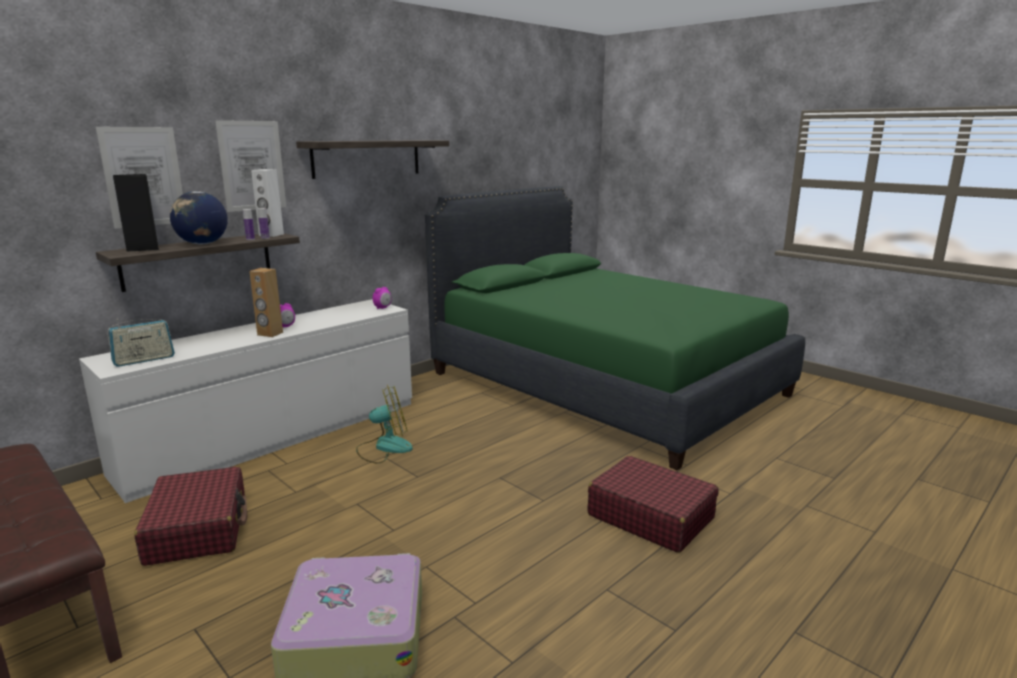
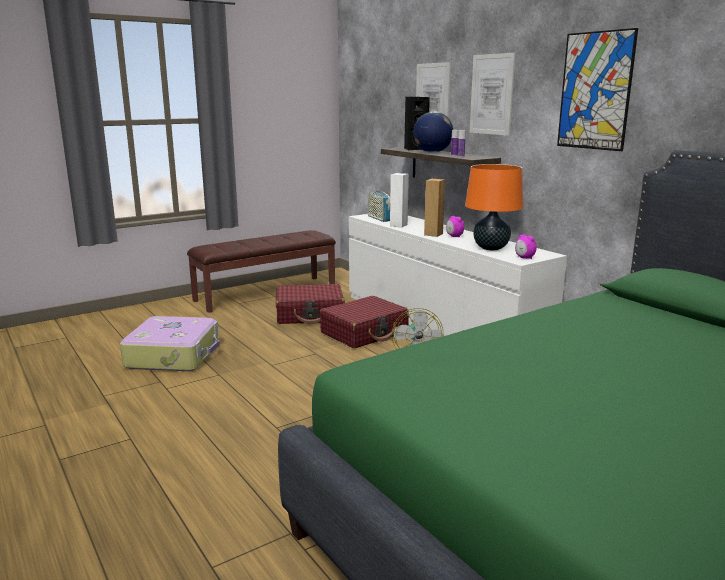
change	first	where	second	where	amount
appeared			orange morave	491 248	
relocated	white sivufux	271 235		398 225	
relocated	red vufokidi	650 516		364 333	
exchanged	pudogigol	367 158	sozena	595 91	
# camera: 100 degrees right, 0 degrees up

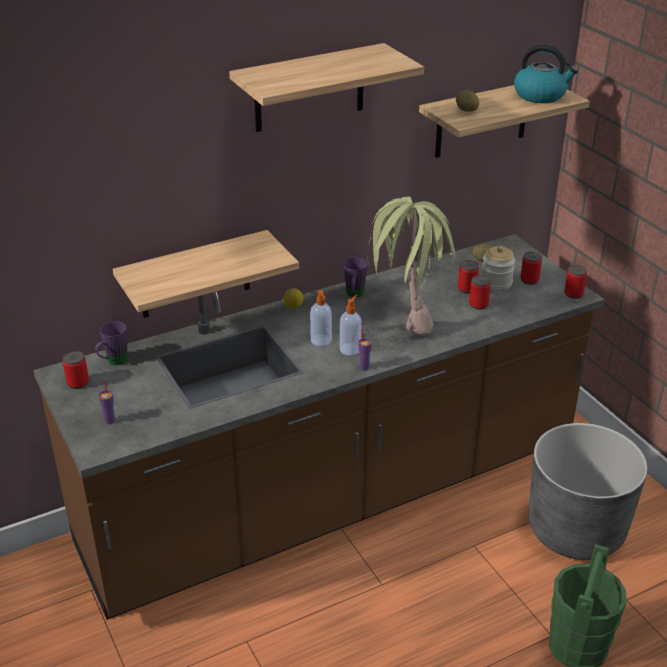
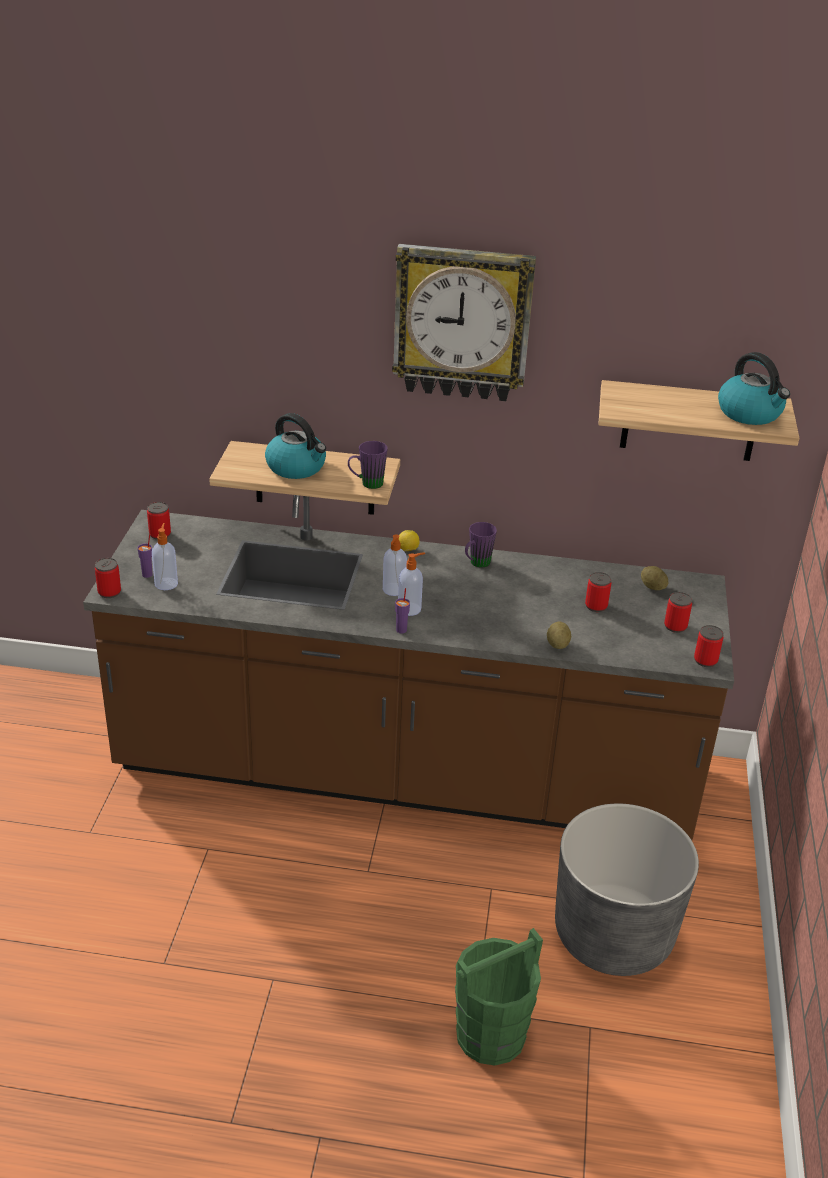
change	first	where	second	where	amount
missing	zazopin	406 316			
missing	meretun	496 283			
appeared			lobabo	166 583	
appeared			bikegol	297 467	
relocated	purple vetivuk	113 362		366 484	
relocated	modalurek	466 111		557 644	
relocated	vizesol	478 304		109 592	
exchanged	pudogigol	309 88	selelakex	462 323	
# camera: 35 degrees right, 0 degrees up

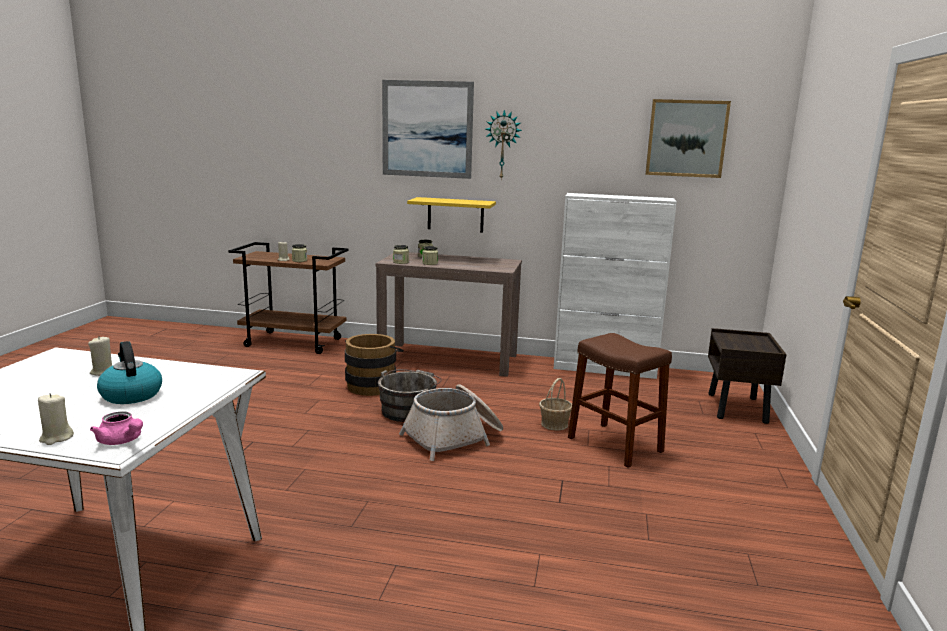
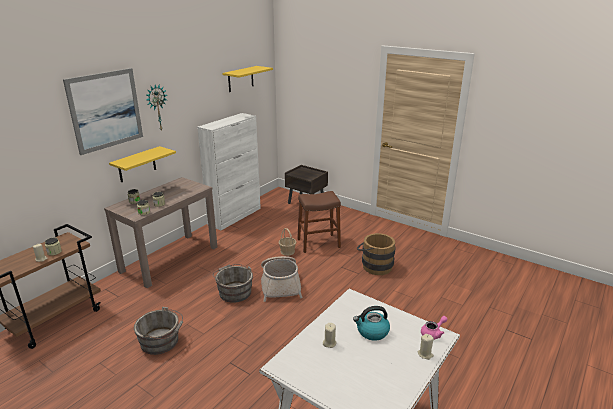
change	first	where	second	where	amount
appeared			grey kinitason	162 341	
relocated	brown kinitason	372 385		374 265	
exchanged	sozena	686 138	yellow pudogigol	240 79	
# camera: 65 degrees left, 10 degrees up

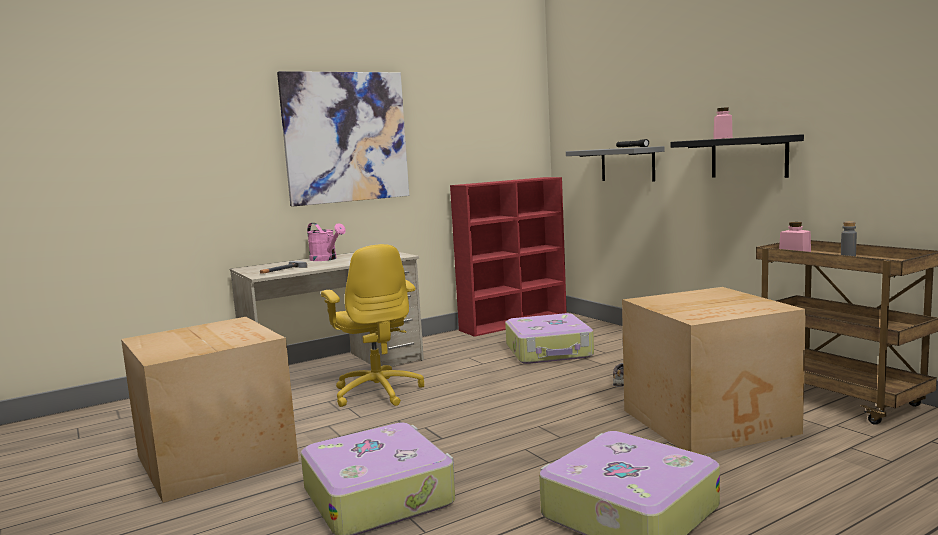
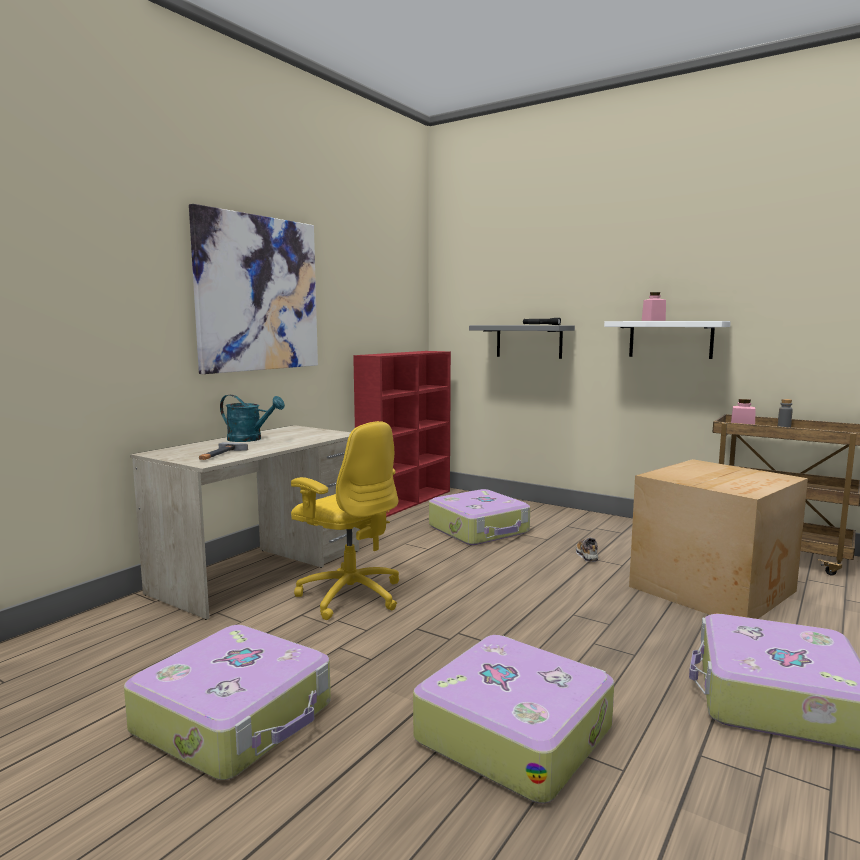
change	first	where	second	where	amount
exchanged	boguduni	217 457	vufokidi	236 718	
colour	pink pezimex	326 259	turquoise pezimex	250 439	
colour	black pudogigol	748 157	white pudogigol	670 339	
# camera: 25 degrees left, 0 degrees up

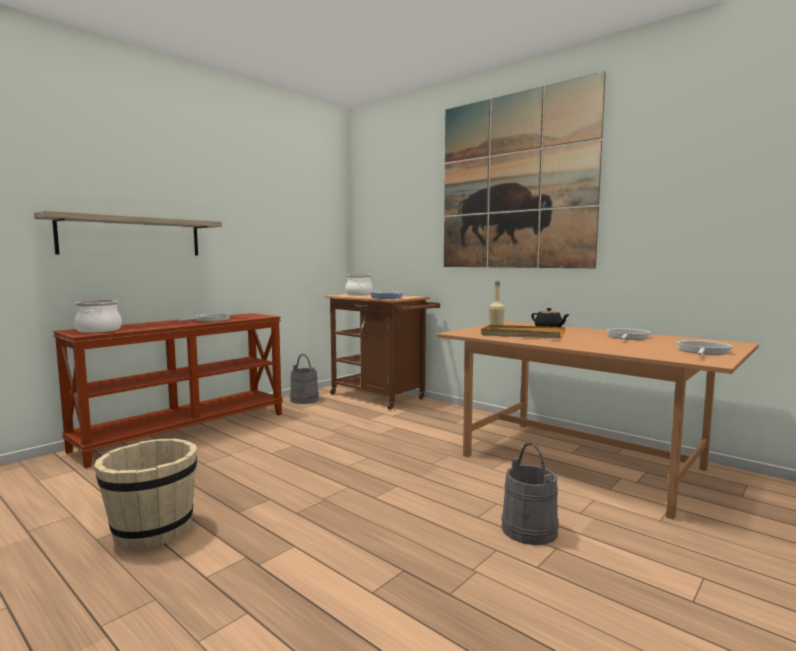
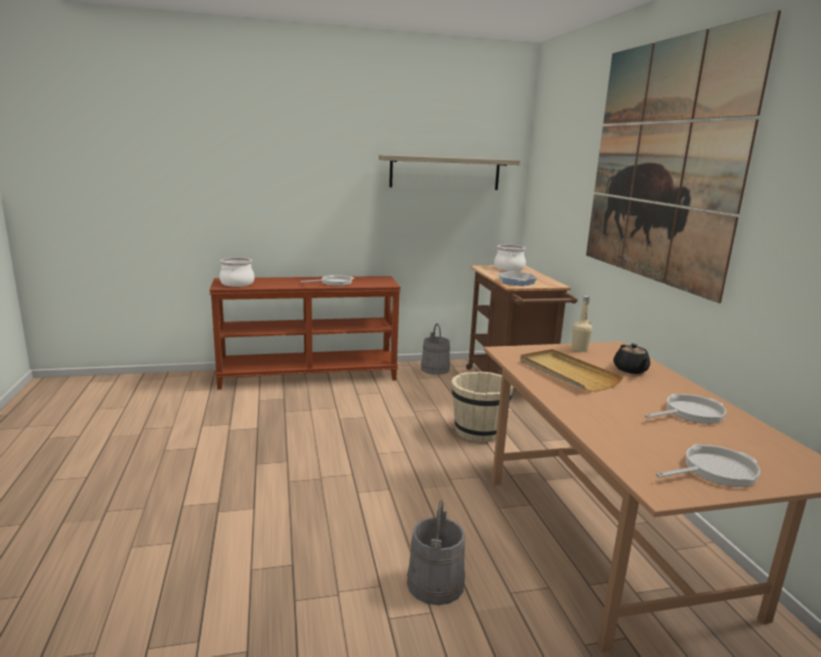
change	first	where	second	where	amount
relocated	pudogigol	132 236		445 173	
relocated	beige kinitason	152 530		478 431	
# camera: 35 degrees right, 10 degrees up

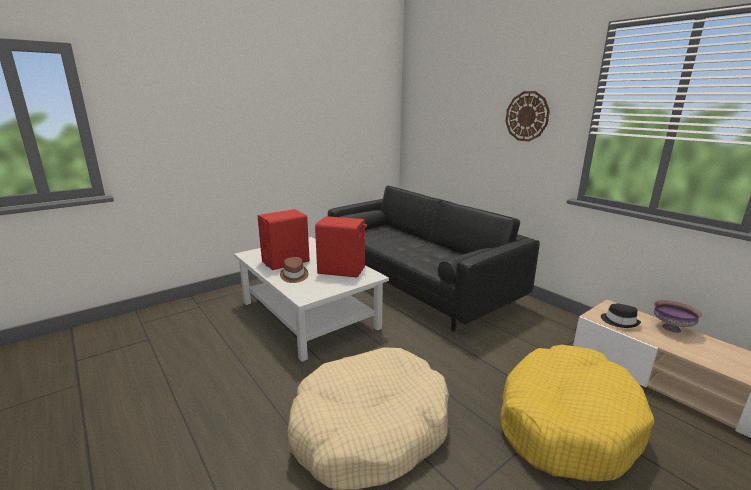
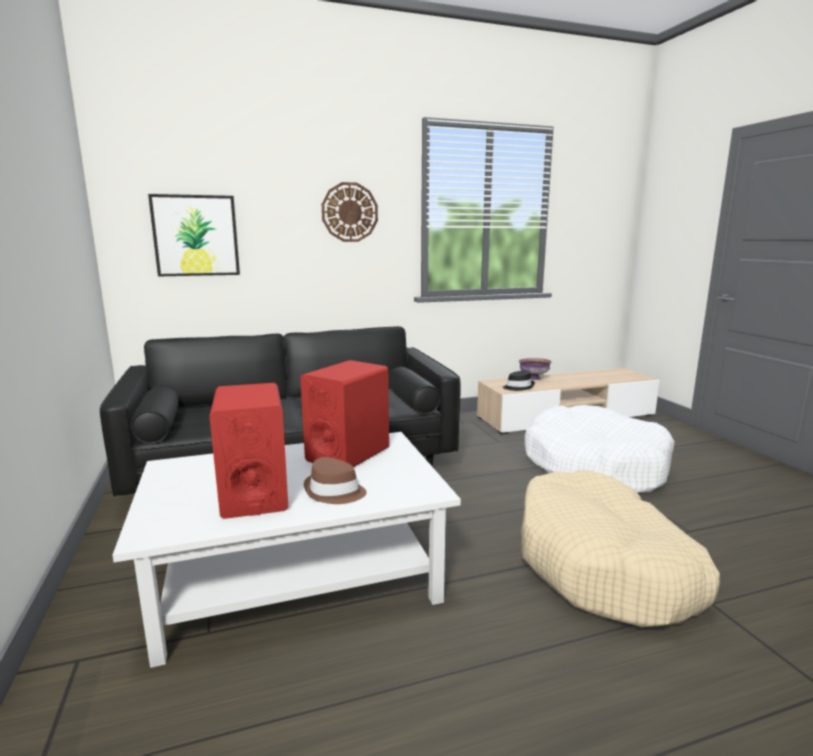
change	first	where	second	where	amount
appeared			sozena	196 236	
colour	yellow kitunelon	566 422	white kitunelon	594 465	
# camera: 70 degrees left, 5 degrees down

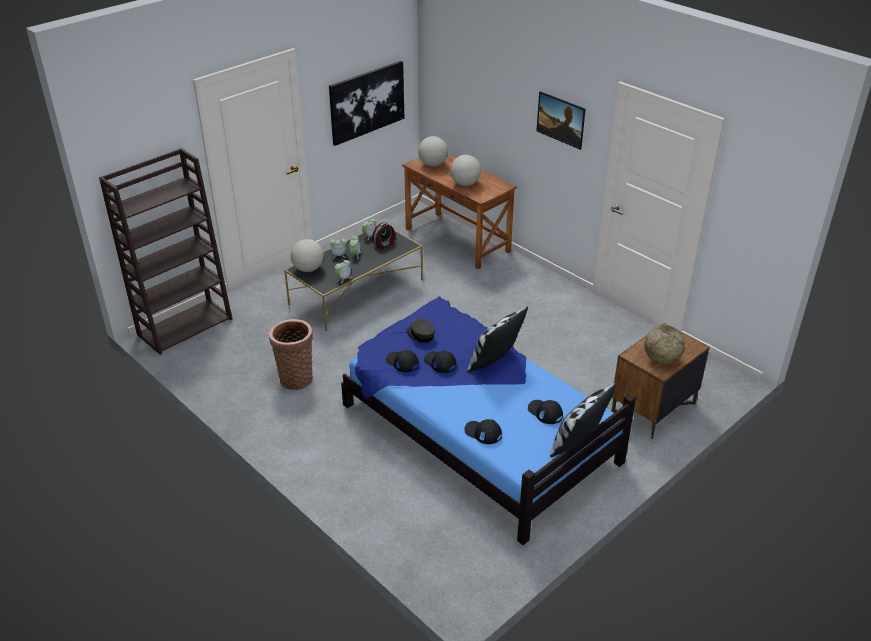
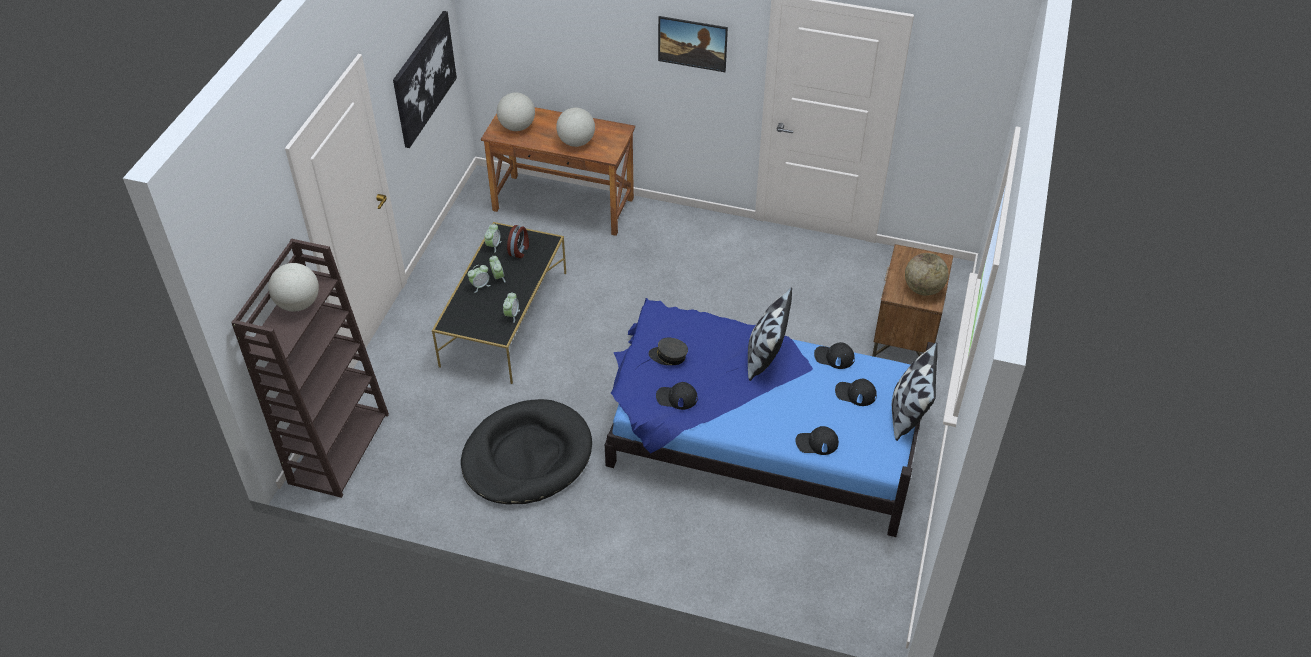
change	first	where	second	where	amount
relocated	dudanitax	308 269		298 304	
relocated	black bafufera	440 362		834 357	
exchanged	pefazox	295 377	black kitunelon	527 456	
# camera: 30 degrees left, 10 degrees up

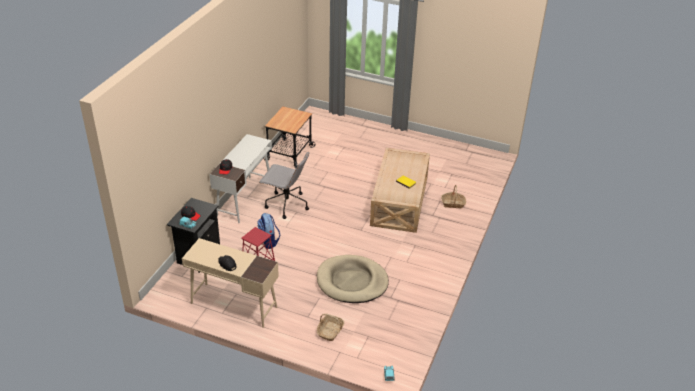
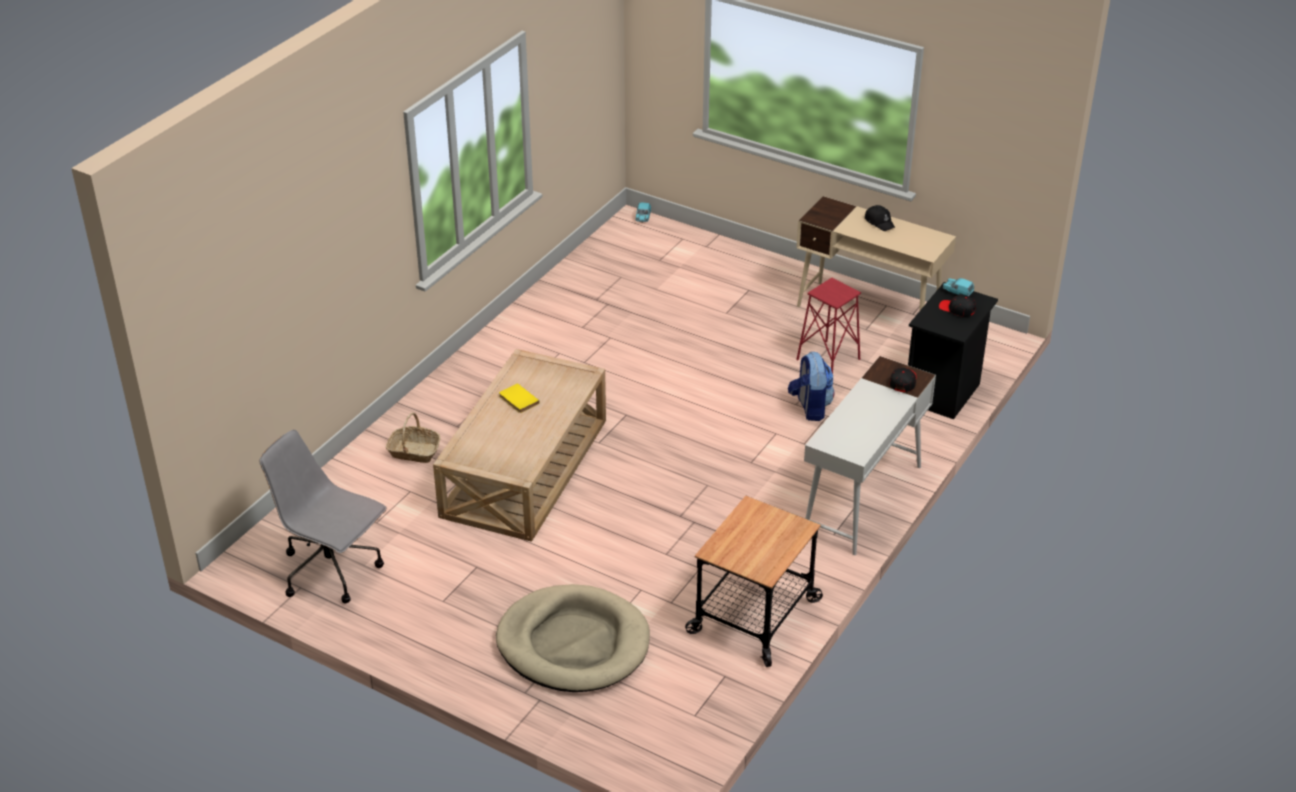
change	first	where	second	where	amount
missing	pefazox	330 331			
relocated	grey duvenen	286 205		332 571	
relocated	beige kitunelon	352 281		573 644	
# camera: 170 degrees left, 0 degrees up

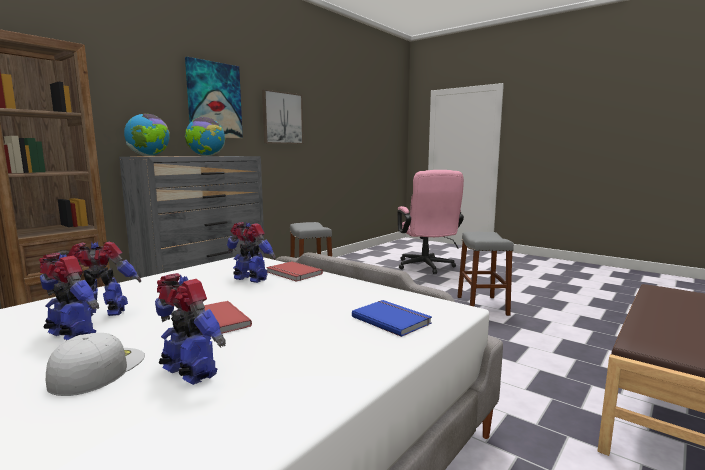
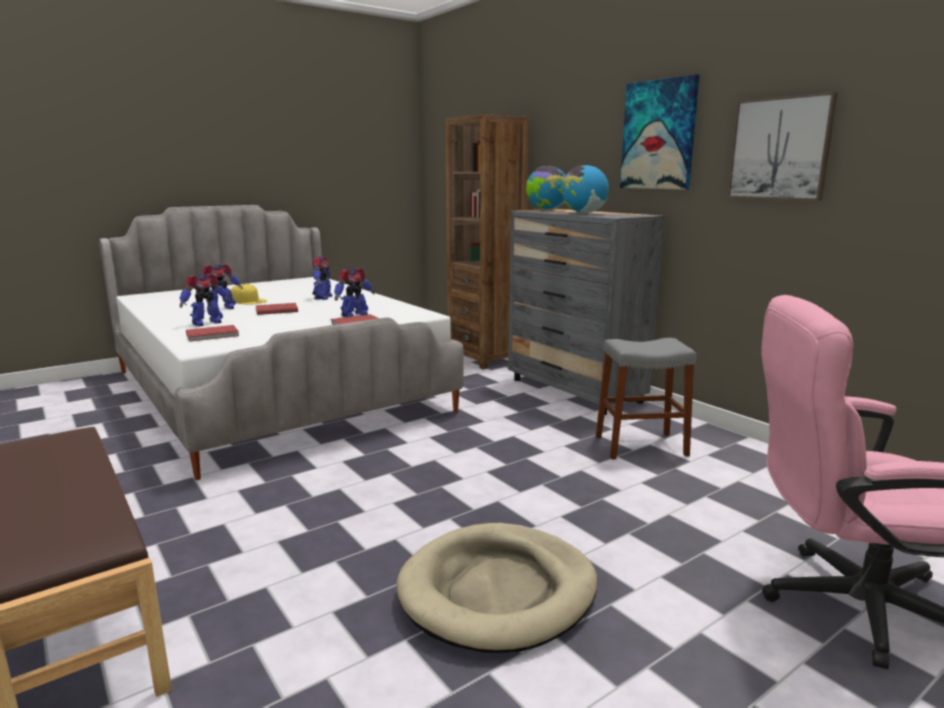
change	first	where	second	where	amount
relocated	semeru	71 335		206 323	
exchanged	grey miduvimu	482 306	beige kitunelon	498 591	
colour	white bafufera	98 369	yellow bafufera	248 301	
colour	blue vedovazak	392 319	red vedovazak	213 335	
# camera: 105 degrees right, 5 degrees up

